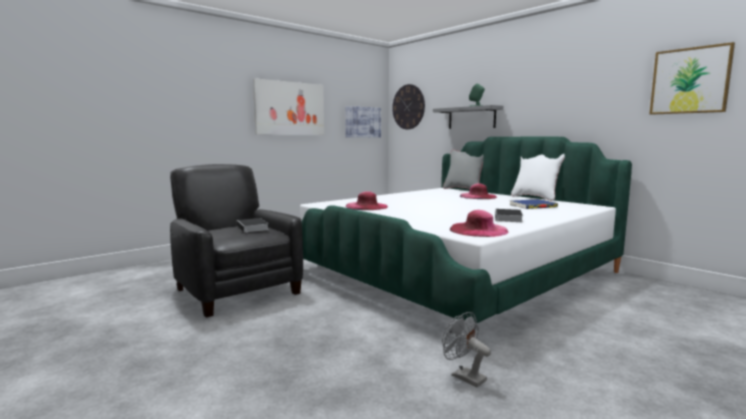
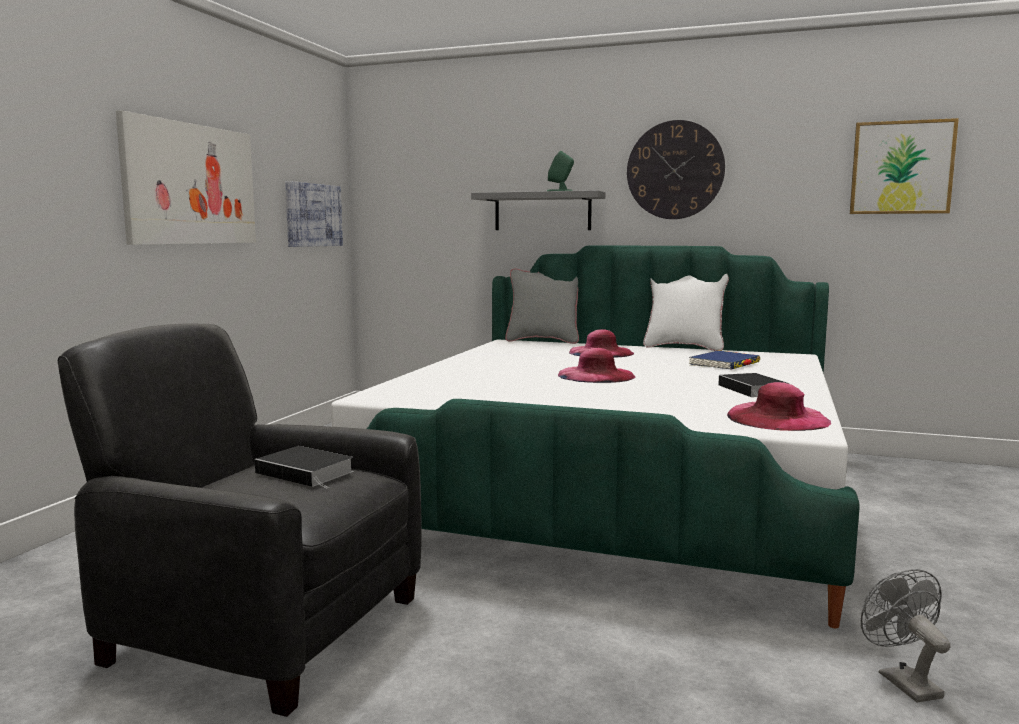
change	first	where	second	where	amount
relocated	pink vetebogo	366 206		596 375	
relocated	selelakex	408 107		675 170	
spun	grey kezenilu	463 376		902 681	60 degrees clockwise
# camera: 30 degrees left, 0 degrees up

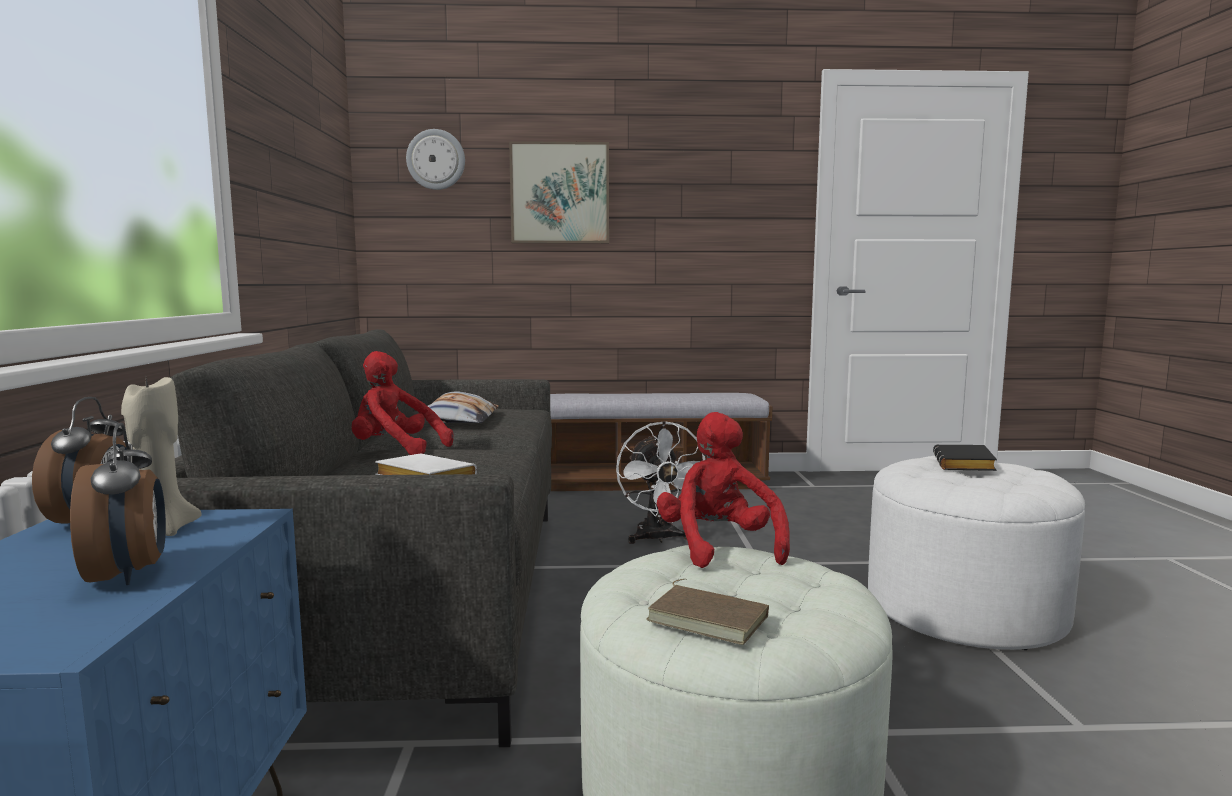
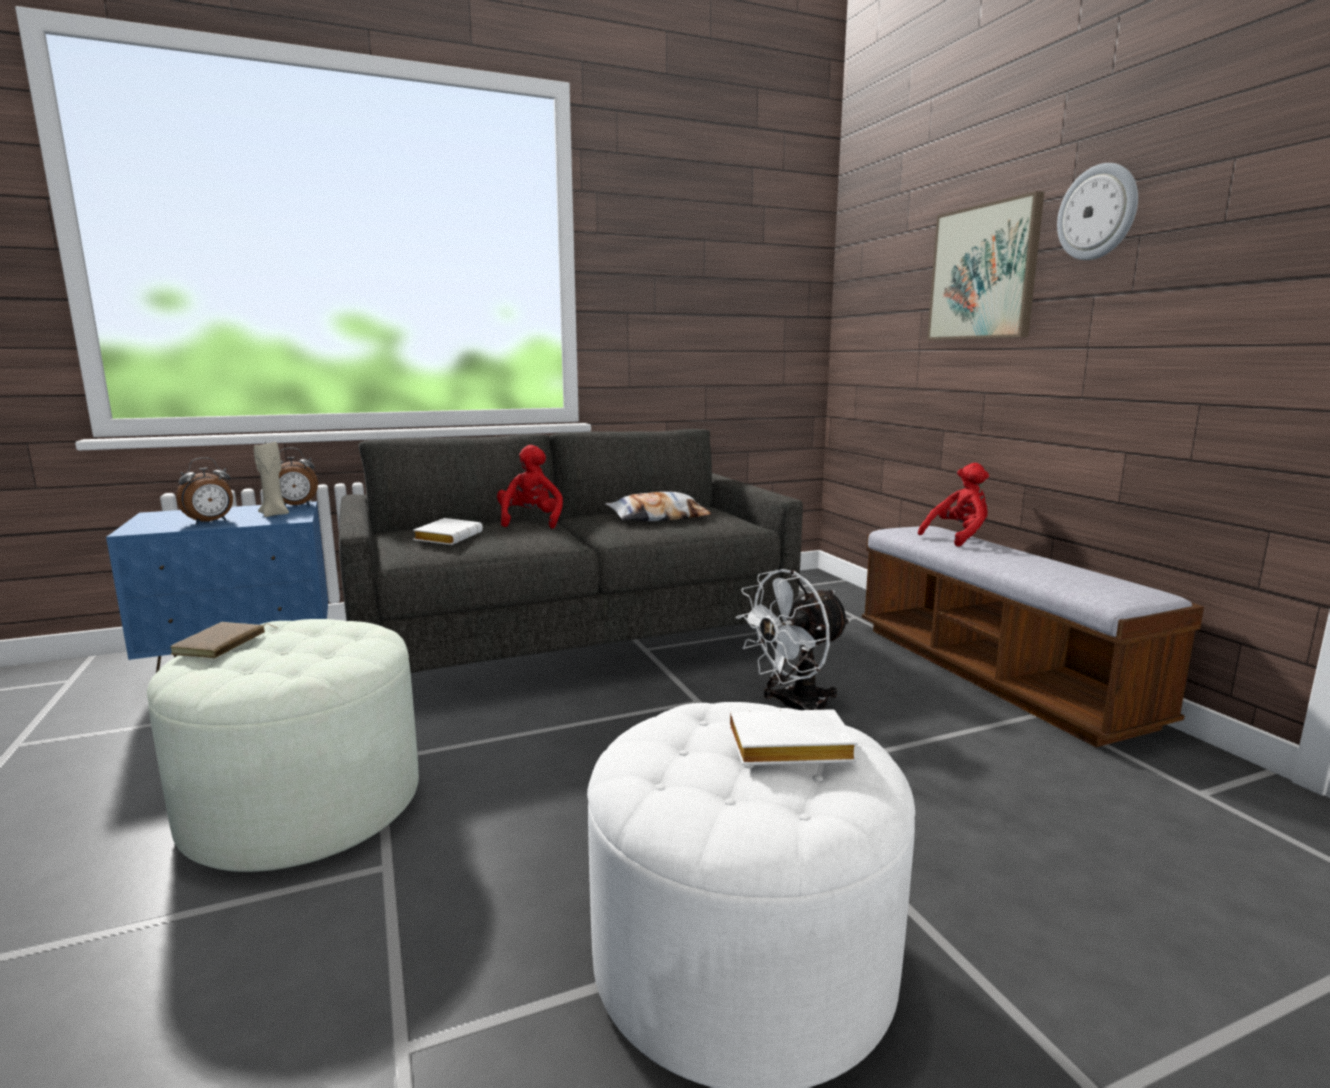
change	first	where	second	where	amount
relocated	selelakex	436 159		1098 212	
relocated	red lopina	718 547		958 537	
colour	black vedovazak	966 465	white vedovazak	787 750	
# camera: 70 degrees right, 5 degrees up

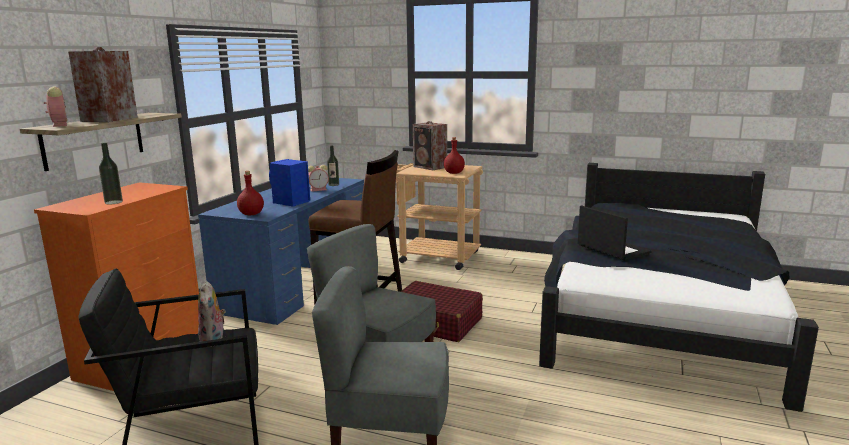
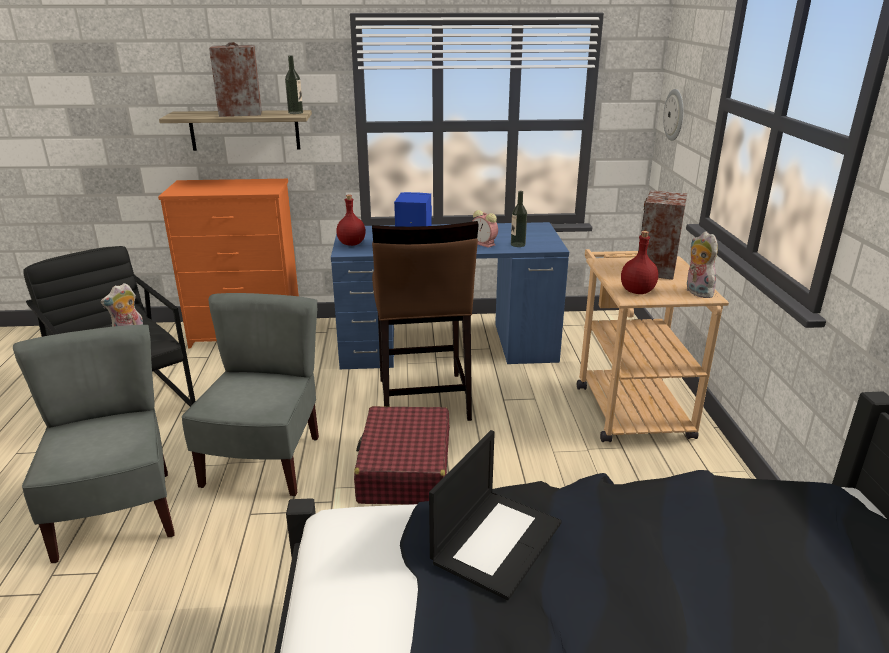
change	first	where	second	where	amount
missing	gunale	59 125			
appeared			selelakex	675 115	
appeared			lopina	696 292	
relocated	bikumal	113 202		295 113	
# camera: 65 degrees right, 10 degrees up

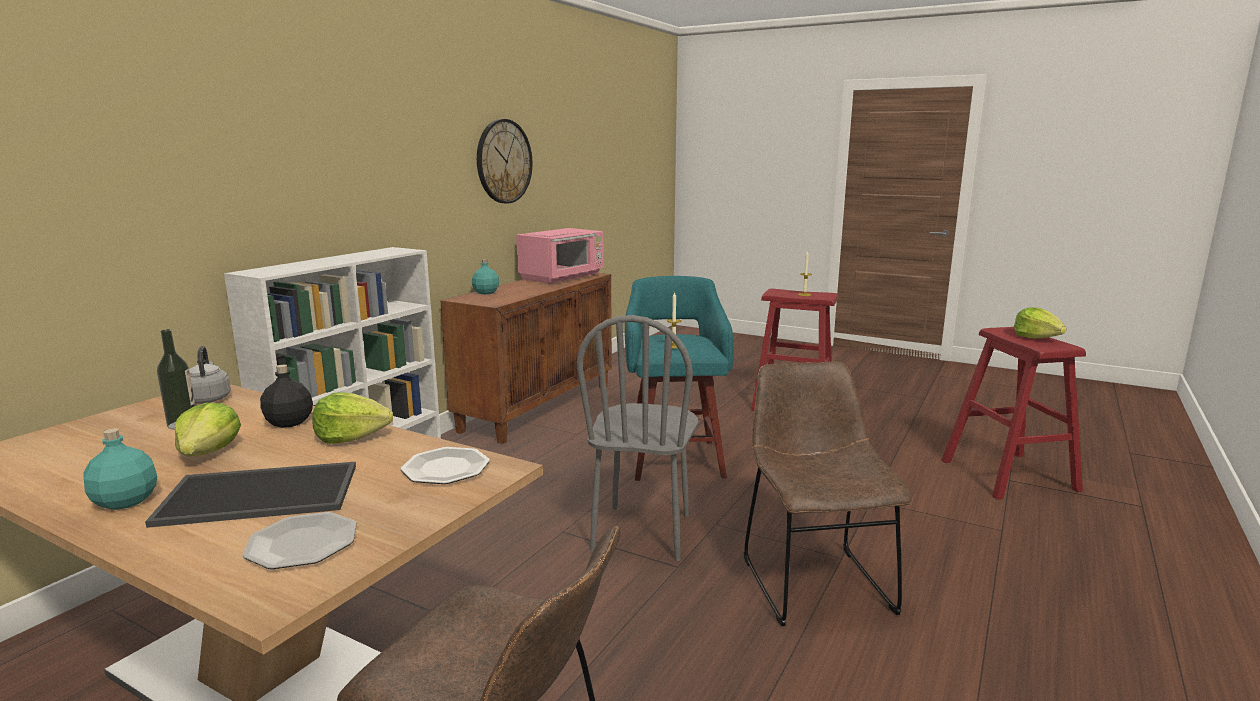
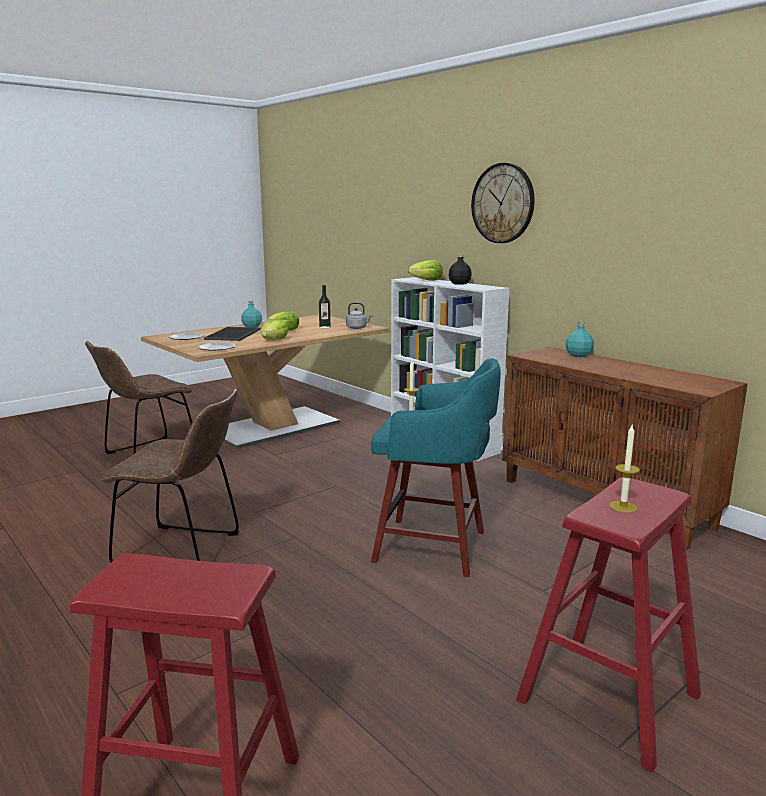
change	first	where	second	where	amount
missing	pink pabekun	563 278			
missing	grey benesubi	642 532			
relocated	black bikumal	288 422		459 283	
relocated	selelakex	504 161		503 203	
relocated	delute	1036 338		427 280	
# camera: 110 degrees right, 0 degrees up

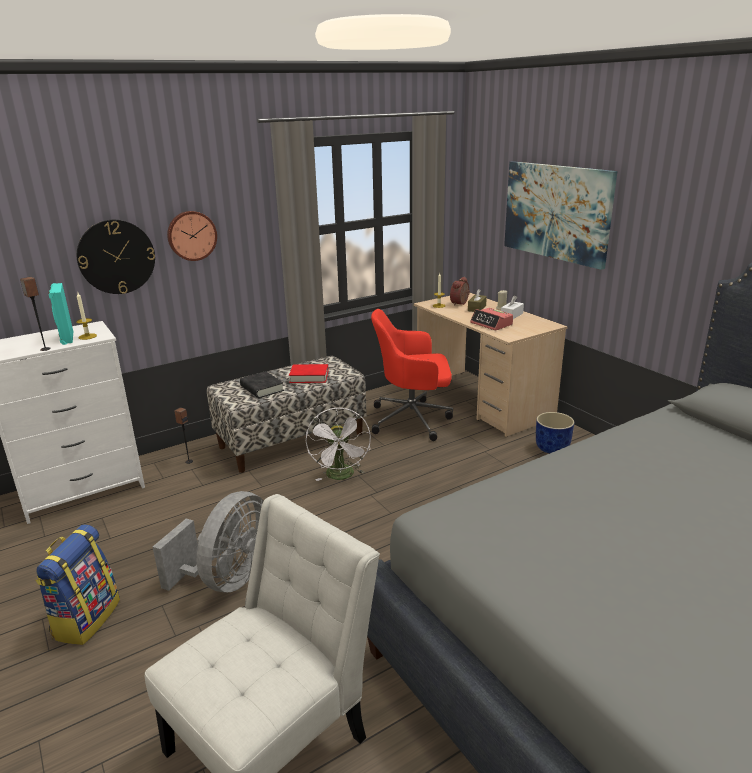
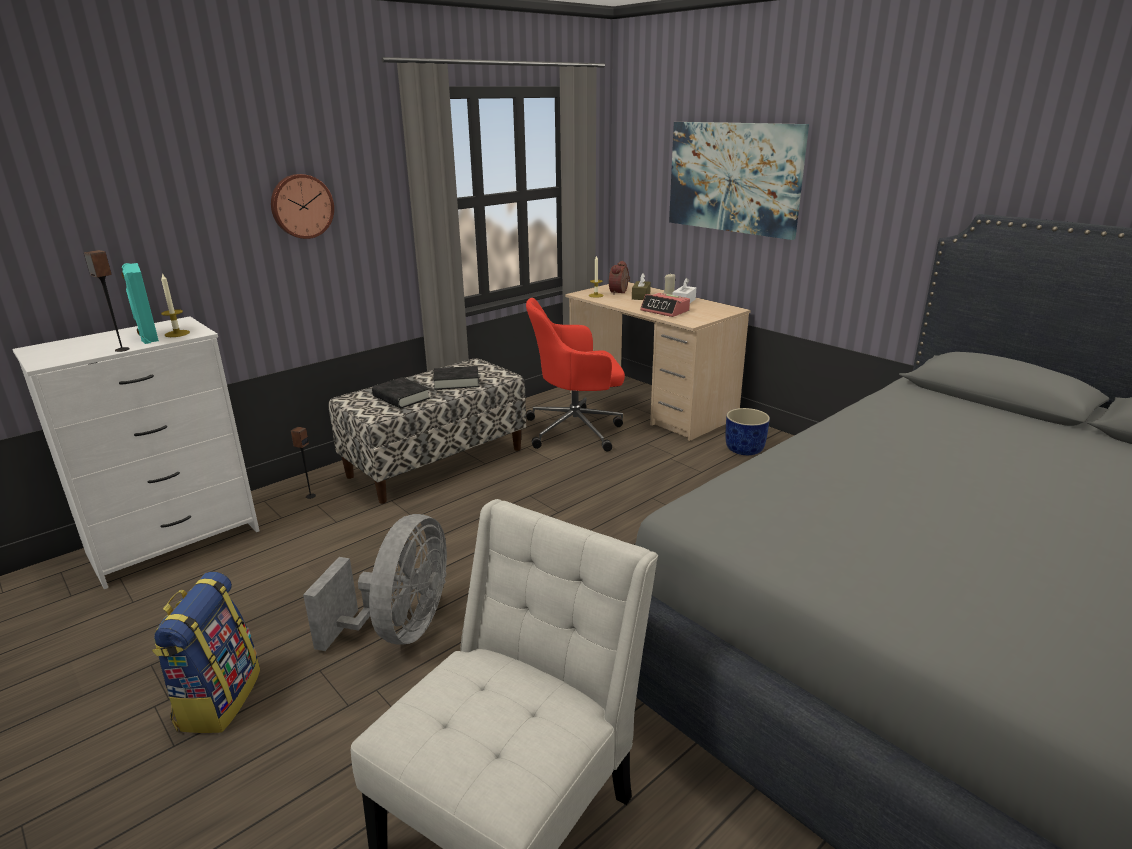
change	first	where	second	where	amount
missing	selelakex	116 257			
missing	white kezenilu	341 476			
colour	red vedovazak	309 377	black vedovazak	456 382	
# camera: 10 degrees left, 0 degrees up

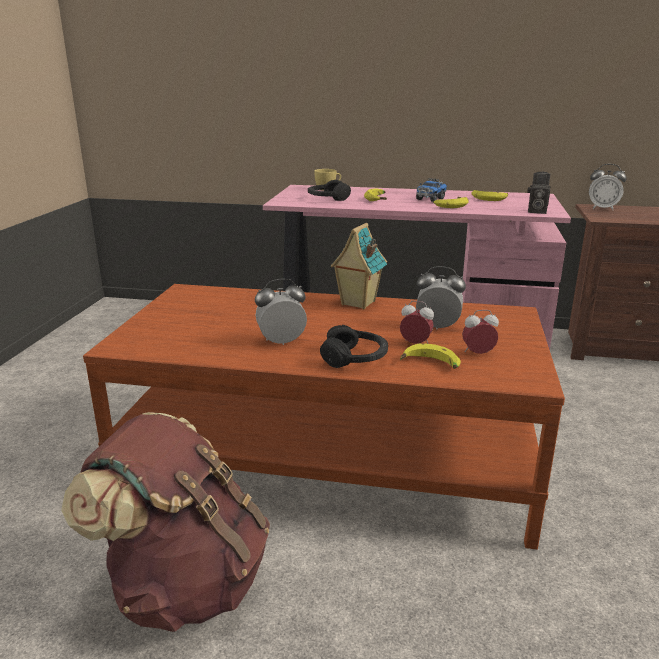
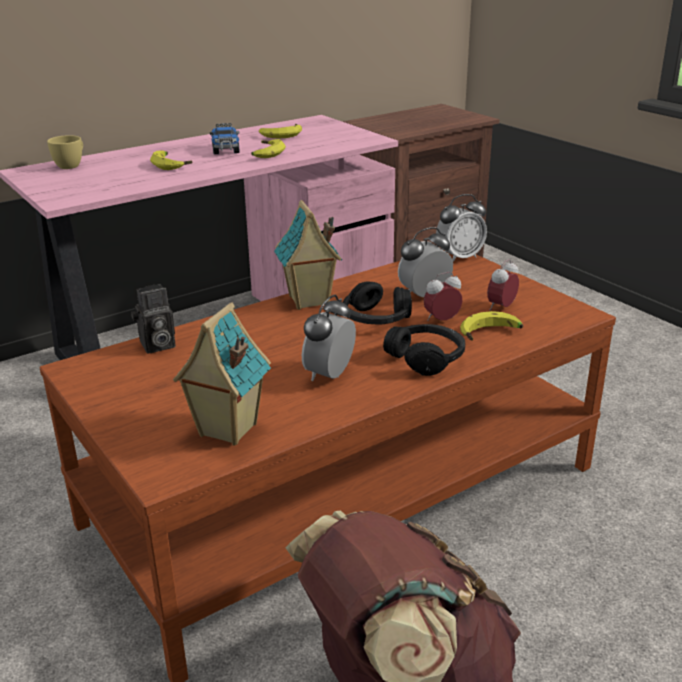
change	first	where	second	where	amount
appeared			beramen	226 430	
relocated	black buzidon	328 199		376 319	
relocated	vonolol	535 211		156 346	
relocated	gunale	602 208		459 257	
# camera: 45 degrees left, 5 degrees up

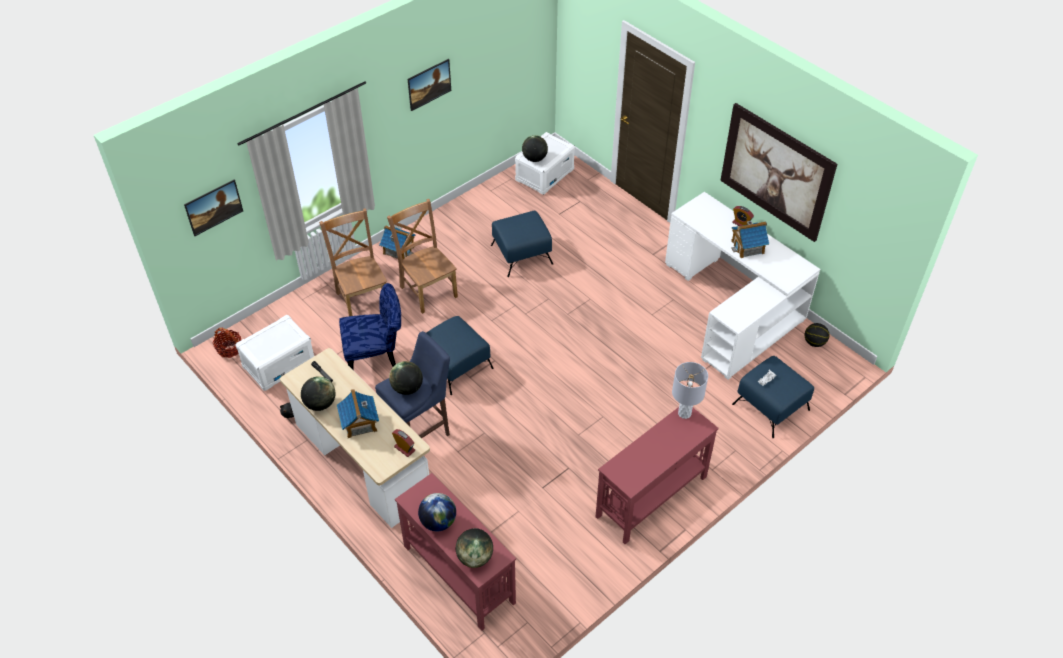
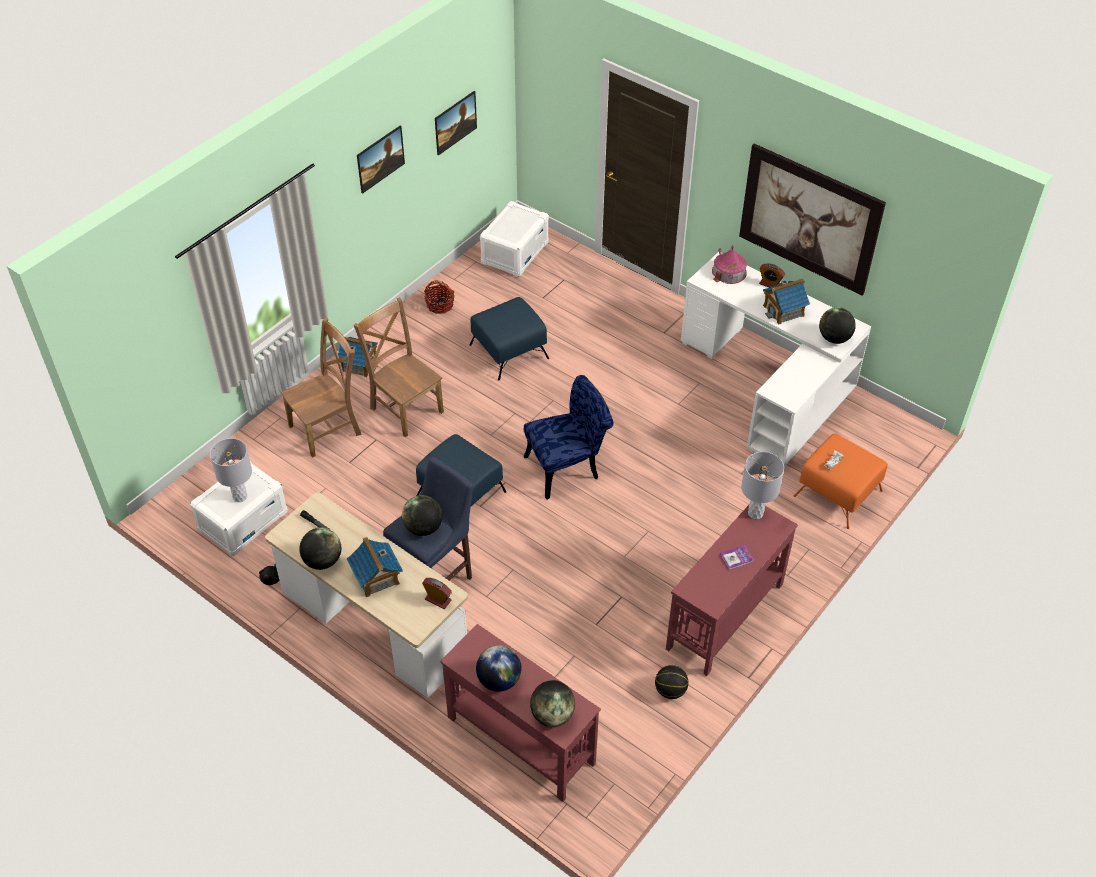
change	first	where	second	where	amount
appeared			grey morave	240 497	
appeared			beramen	729 272	
appeared			vedovazak	736 558	
relocated	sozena	216 215		456 132	
relocated	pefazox	229 349		440 305	
relocated	blue benesubi	377 358		568 467	
relocated	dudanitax	534 159		834 338	
relocated	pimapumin	814 343		670 691	
colour	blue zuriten	771 407	orange zuriten	838 494	
spun	brown benesubi	362 299		328 429	90 degrees clockwise
# camera: 10 degrees left, 0 degrees up

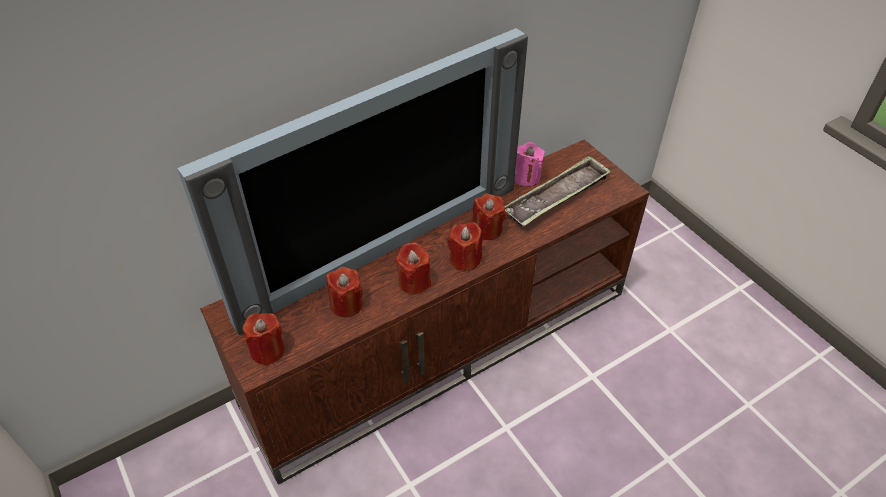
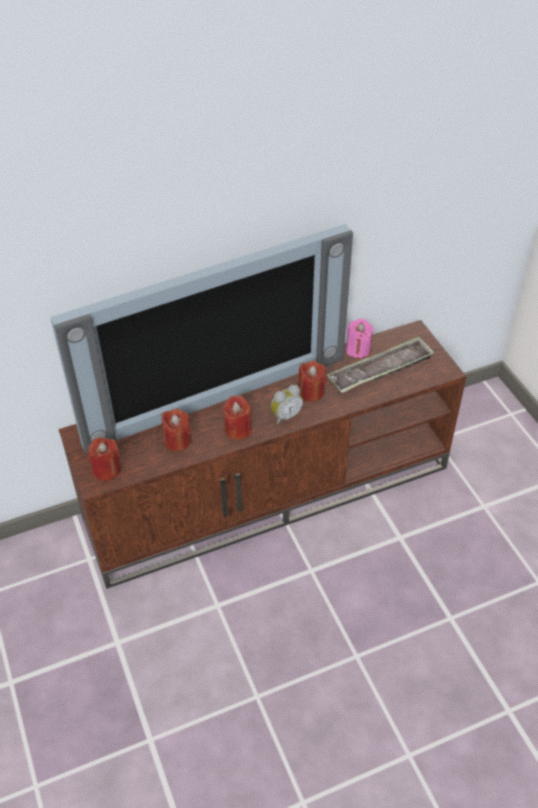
change	first	where	second	where	amount
exchanged	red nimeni	465 259	gunale	285 416	
# camera: 10 degrees right, 0 degrees up

